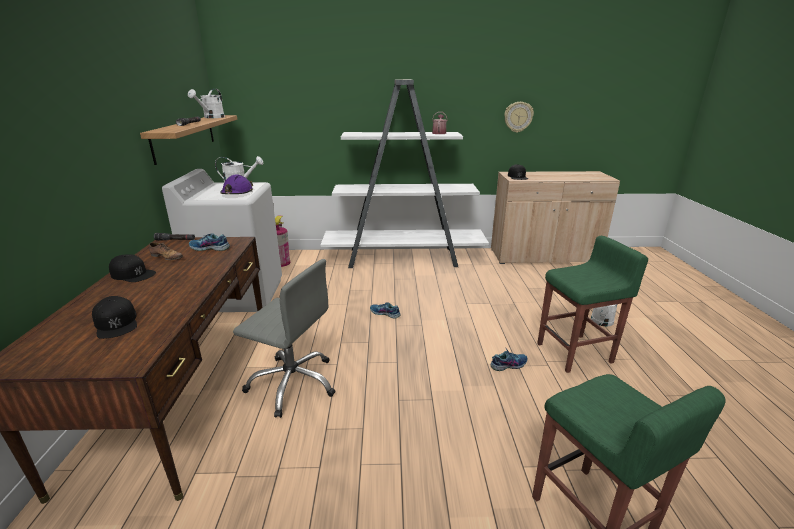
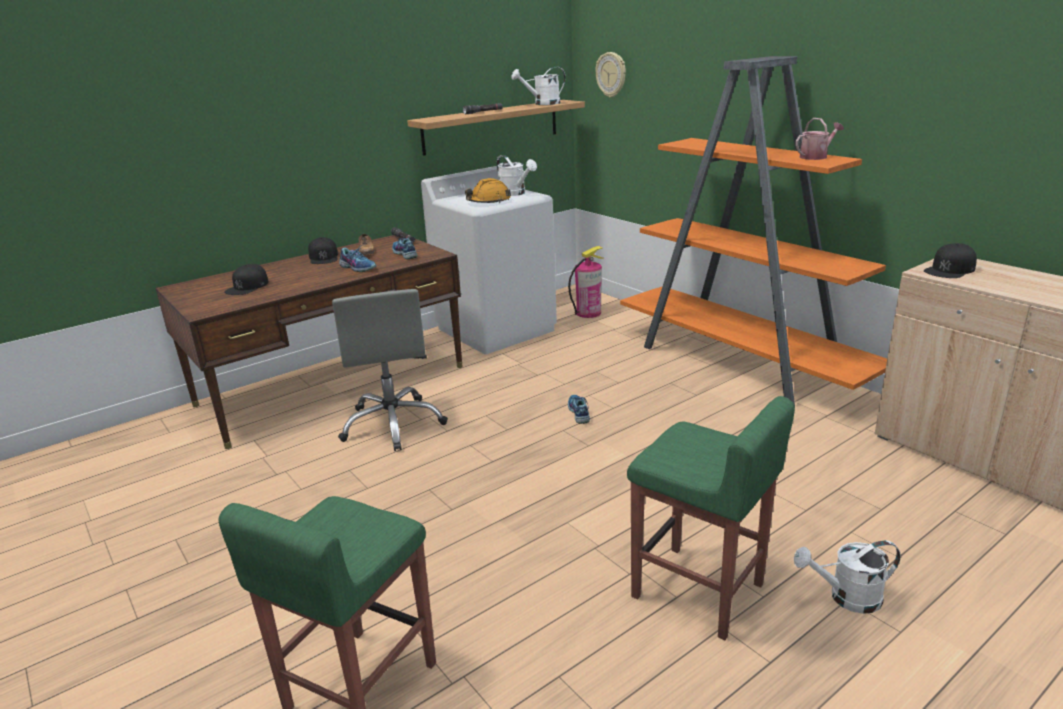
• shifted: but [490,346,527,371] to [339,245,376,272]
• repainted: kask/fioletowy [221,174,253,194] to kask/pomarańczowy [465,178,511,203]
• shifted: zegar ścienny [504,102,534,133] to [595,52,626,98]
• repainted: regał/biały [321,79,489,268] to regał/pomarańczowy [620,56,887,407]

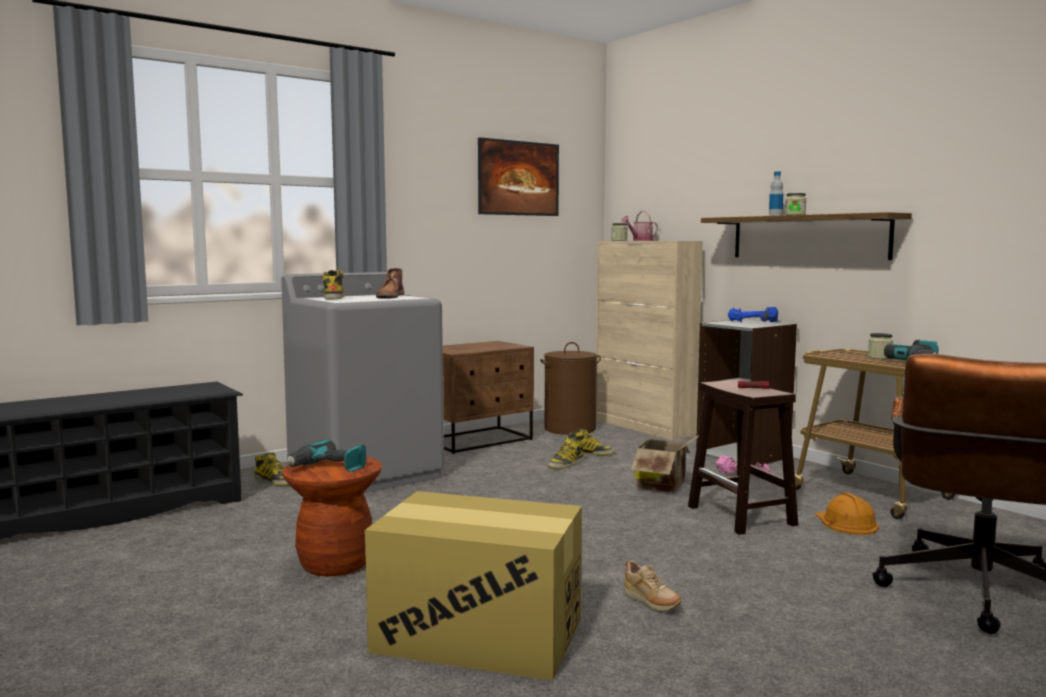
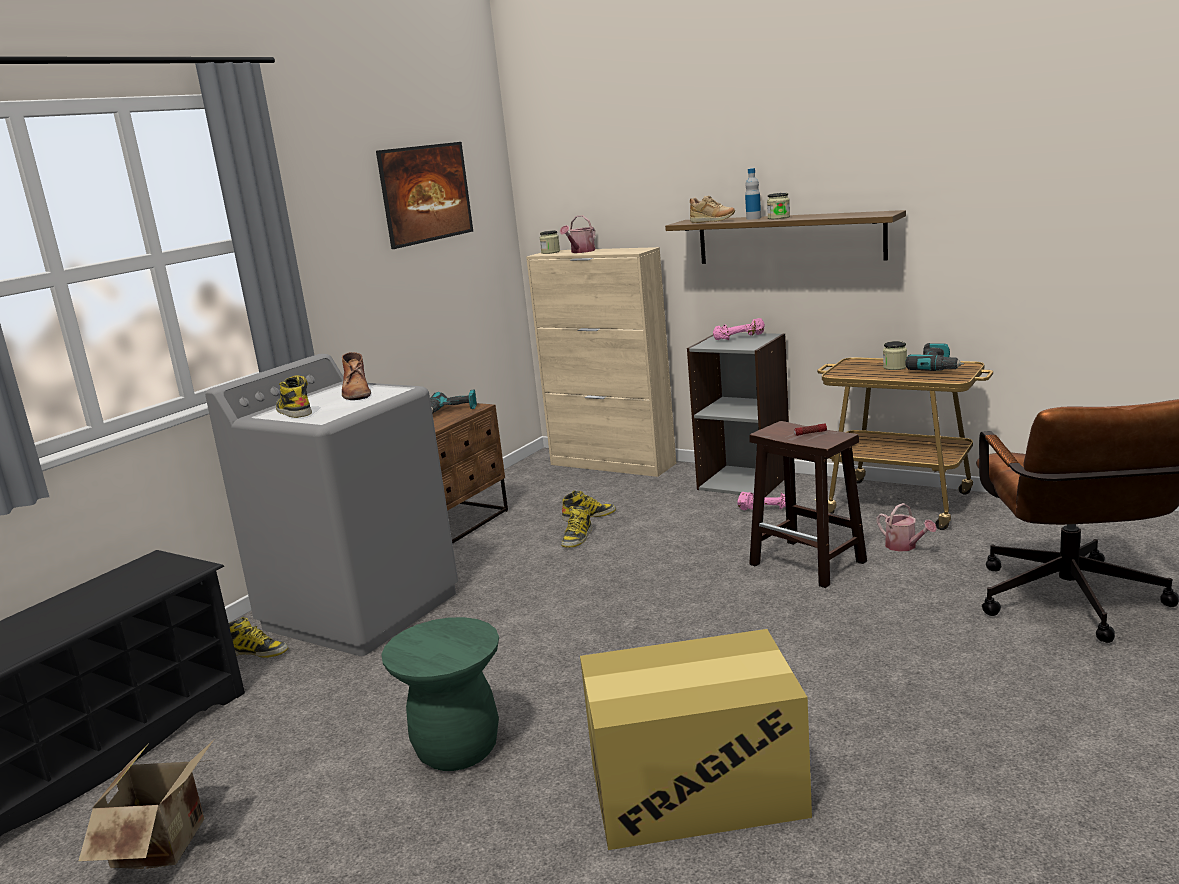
• shifted: karton [631,428,698,493] to [79,740,214,869]
• repainted: stołek/brązowy [282,456,382,576] to stołek/zielony [381,617,499,771]
• shifted: wiertarka [285,439,366,472] to [430,389,477,414]
• shifted: but/beżowy [624,560,681,611] to [690,195,735,223]
• repainted: hantel/niebieski [728,307,778,322] to hantel/różowy [713,318,765,340]
• swapped: kask/pomarańczowy [815,493,879,535] to konewka [876,503,937,552]
• gone: kosz na pranie/brązowy [540,342,601,435]

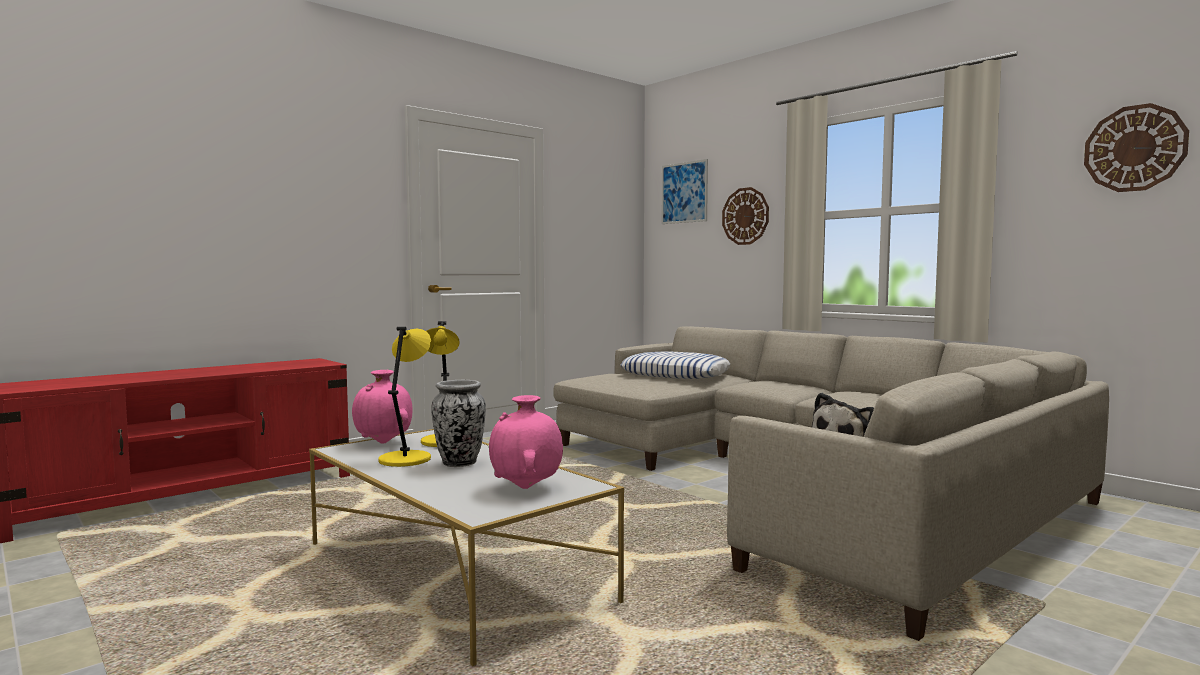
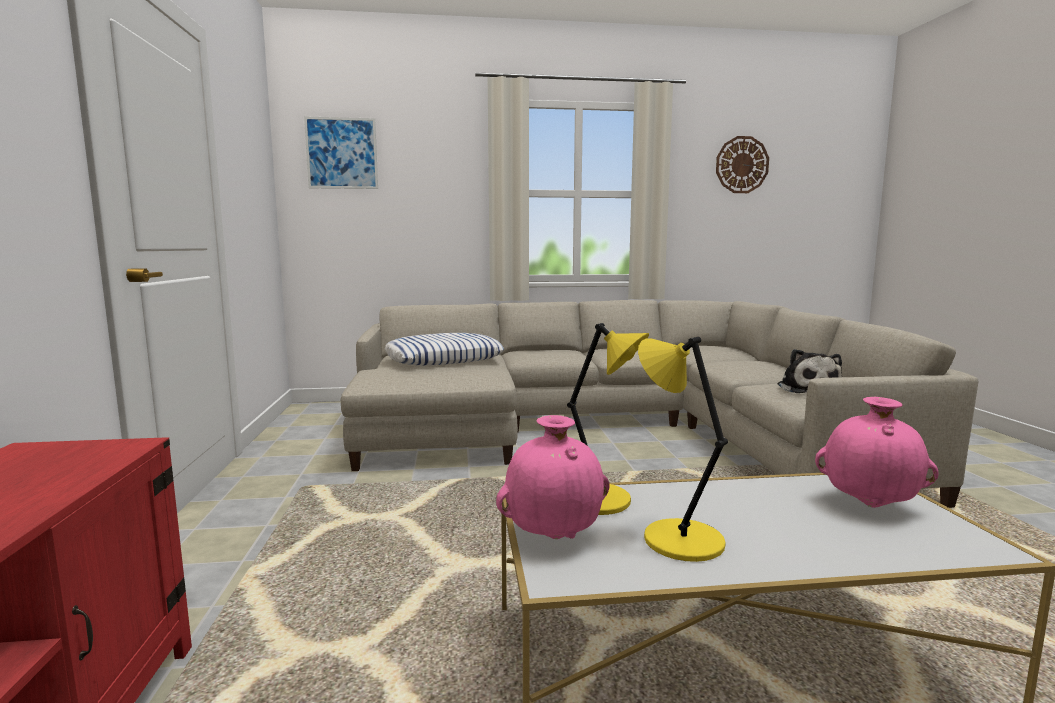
• gone: wazon [431,380,486,467]
• gone: zegar ścienny [722,187,769,245]

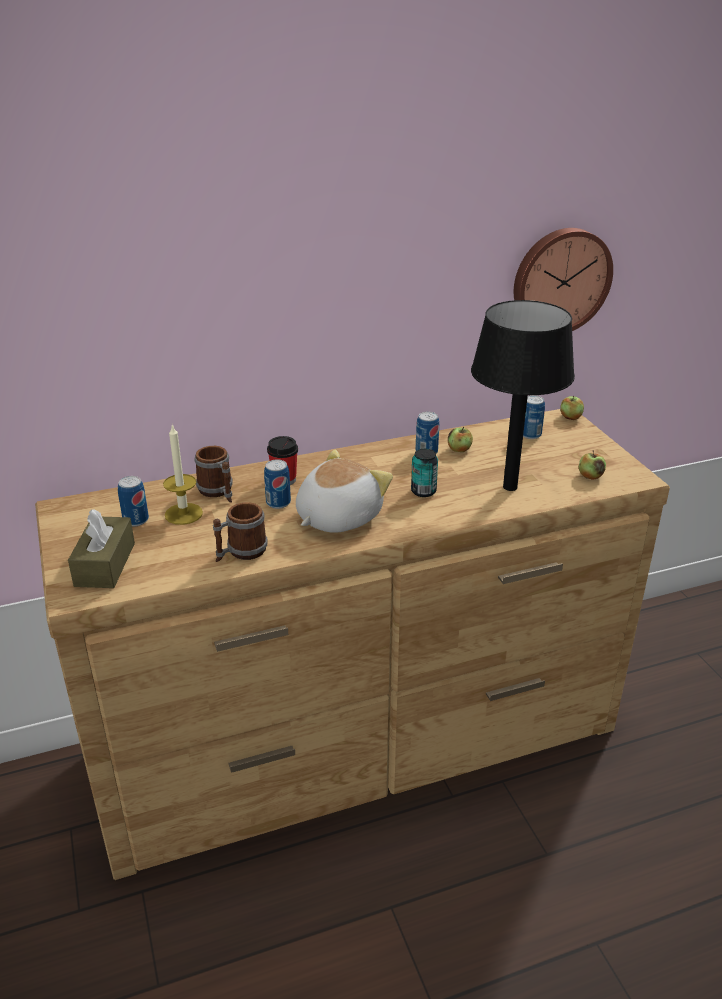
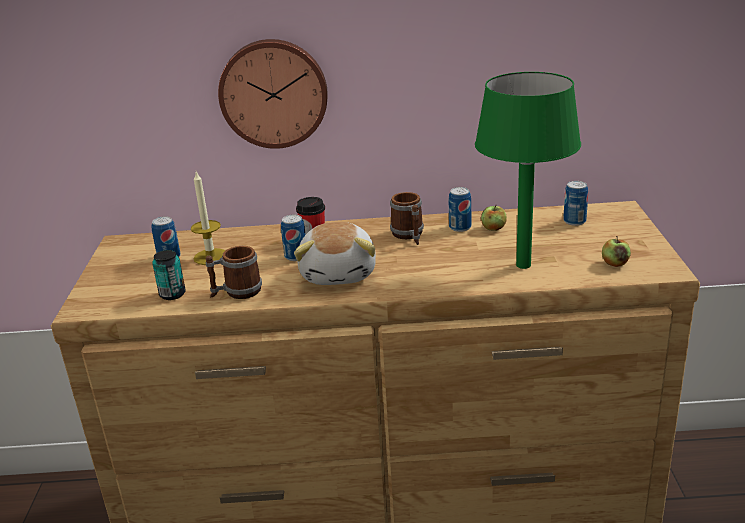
• shifted: puszka [411,449,438,497] to [152,250,186,300]
• shifted: zegar ścienny [514,228,613,331] to [218,39,328,149]
• rotated: pluszak [296,450,393,533] = [294,222,376,285] 120 degrees clockwise
• shifted: kubek [195,446,233,503] to [390,192,424,245]
• repainted: lampa stołowa/czarny [471,300,575,491] to lampa stołowa/zielony [475,72,581,269]
• gone: pudełko chusteczek/brązowy [68,509,135,588]
• gone: jabłko [561,396,584,420]

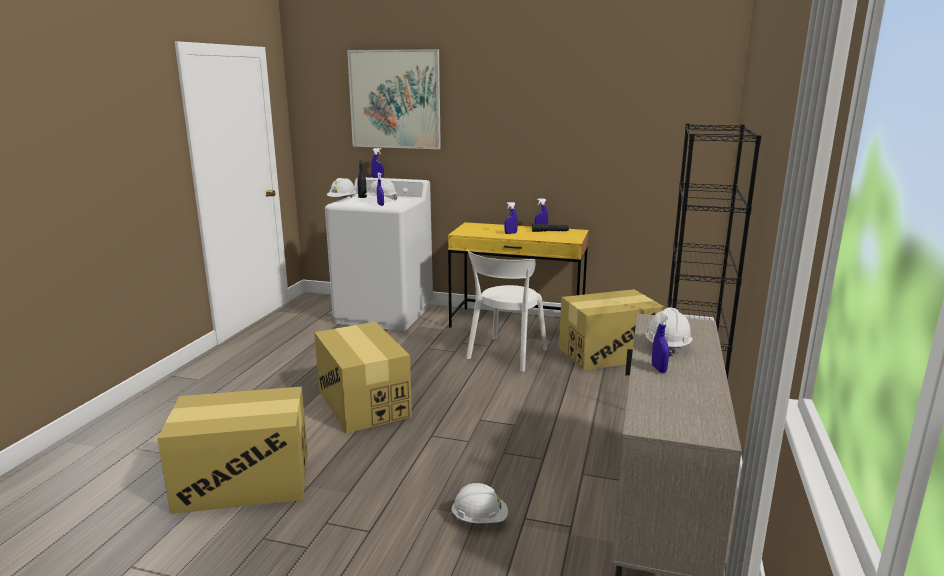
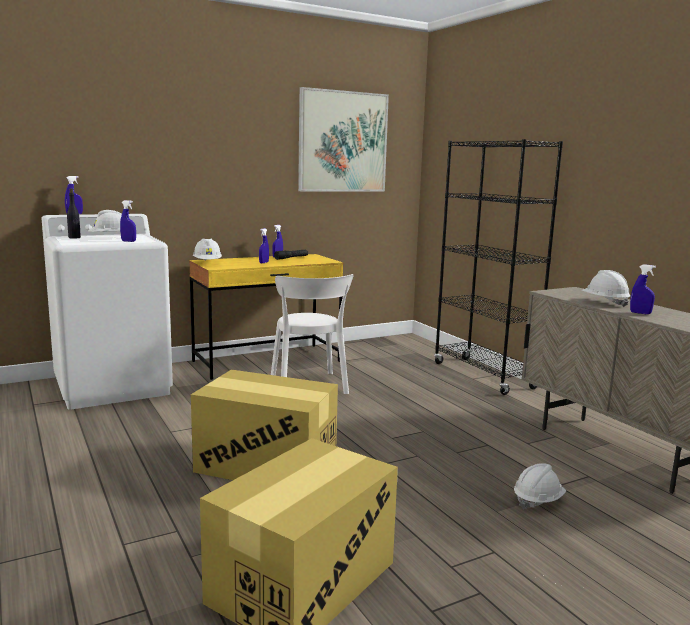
• shifted: kask/biały [327,178,356,198] to [193,239,222,261]
• shifted: obraz [347,49,441,149] to [298,87,389,192]
• gone: karton [559,289,665,370]

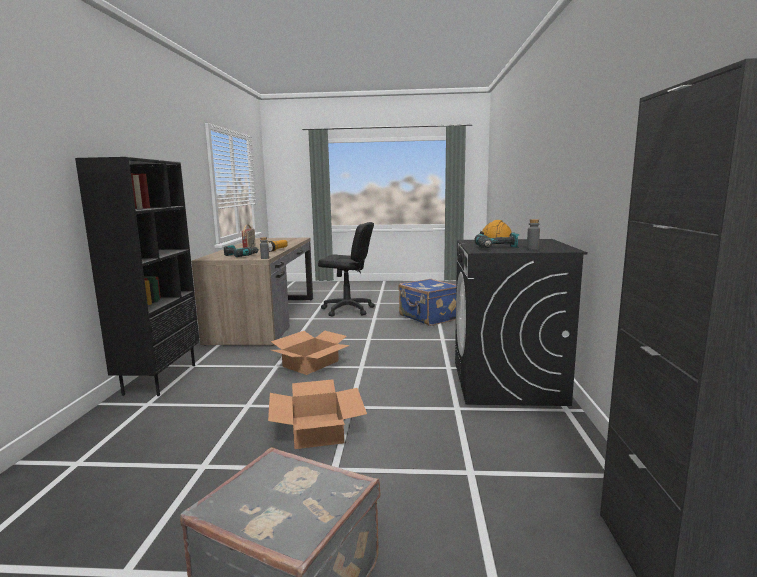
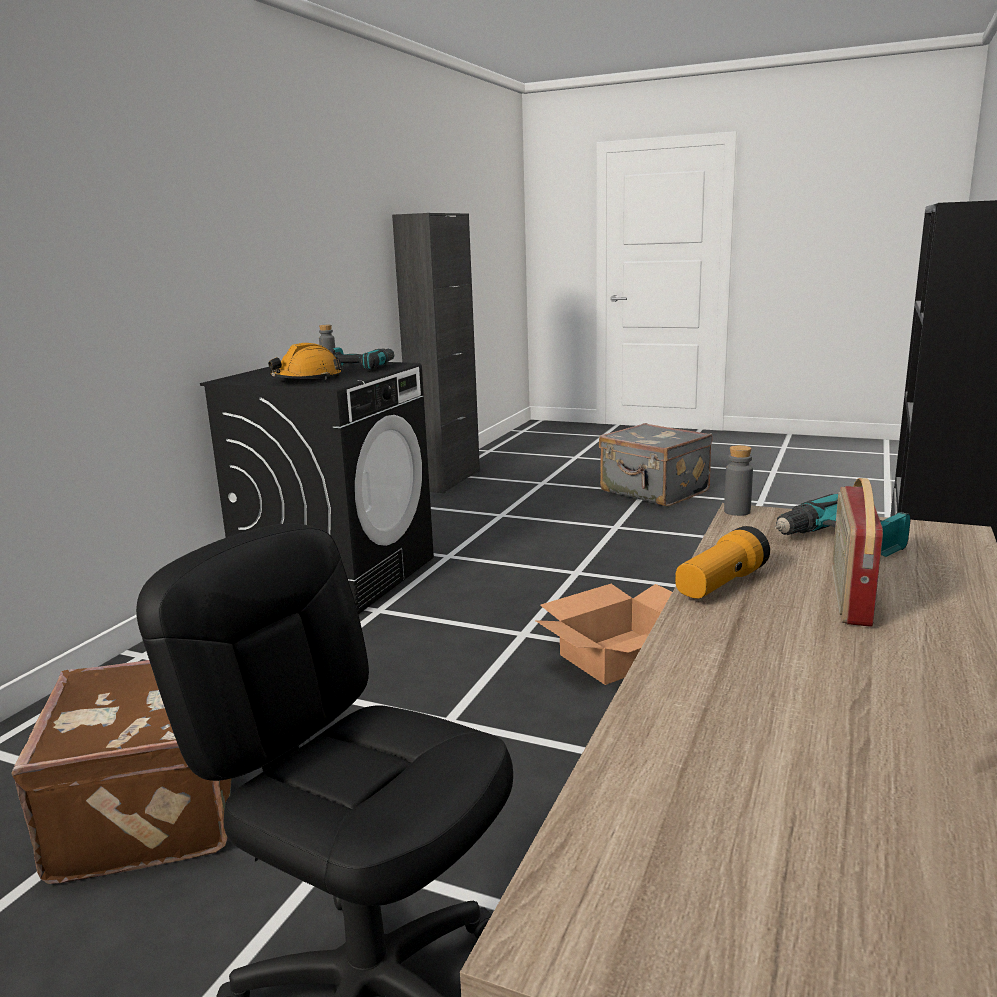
• repainted: walizka/niebieski [398,279,456,326] to walizka/brązowy [11,660,232,884]
• gone: karton [268,379,367,449]

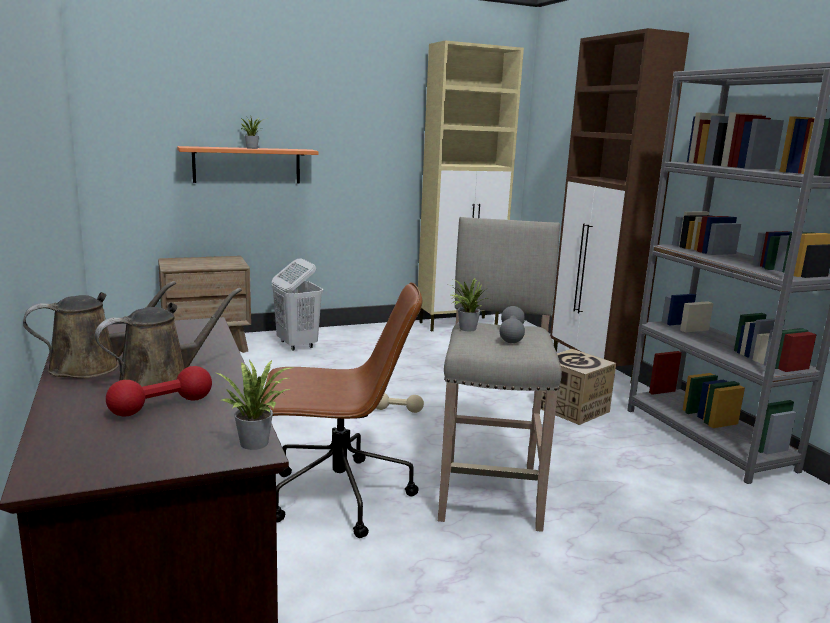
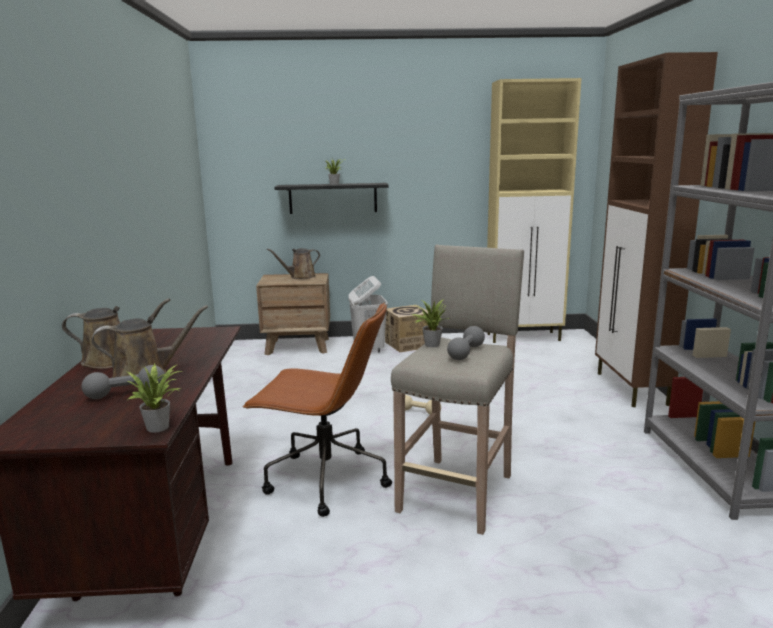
• repainted: hantel/czerwony [106,366,212,417] to hantel/szary [82,365,165,399]
• new: konewka/brązowy [267,248,320,279]
• repainted: półka/pomarańczowy [177,146,319,184] to półka/czarny [274,183,388,214]
• shifted: karton [540,349,616,425] to [385,305,429,352]

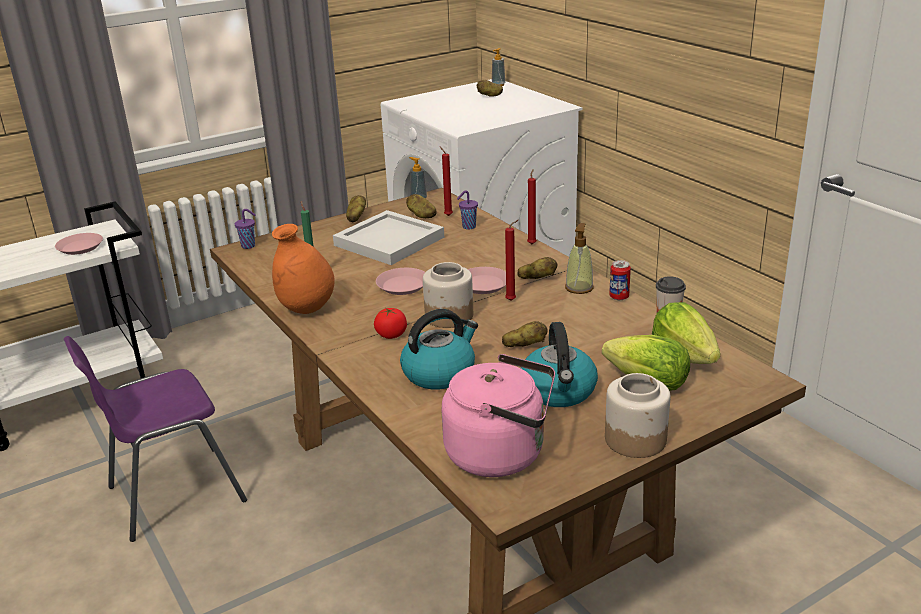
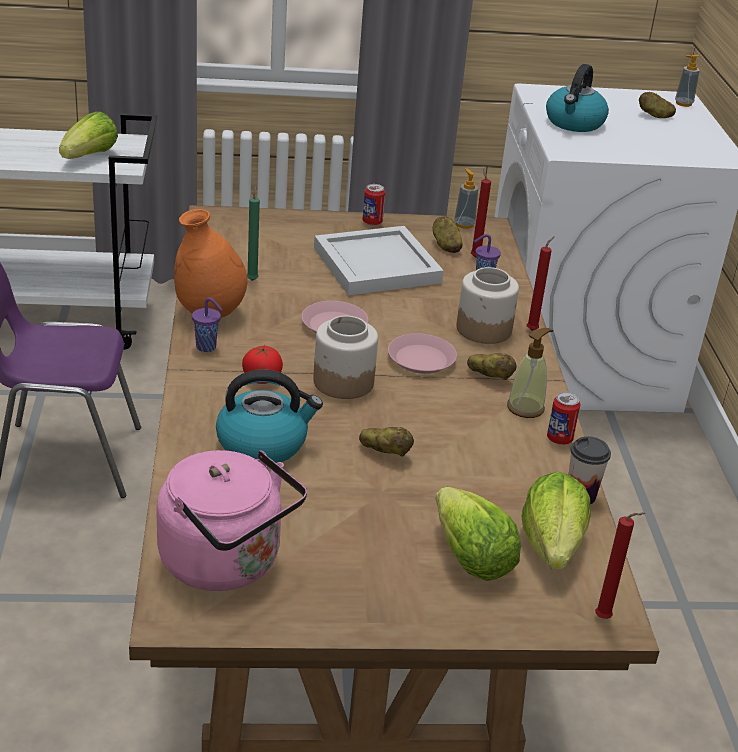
• swapped: talerz/różowy [55,233,103,255] to sałata [59,112,118,159]
• shifted: filiżanka/fioletowy [235,209,256,249] to [192,297,223,352]
• swapped: ziemniak [346,195,366,222] to puszka [362,184,385,226]
• shifted: słoik [605,373,670,458] to [457,267,519,344]
• shifted: czajnik [521,322,598,407] to [546,64,609,132]
• shifted: świeca/czerwony [505,220,518,301] to [595,512,646,619]

